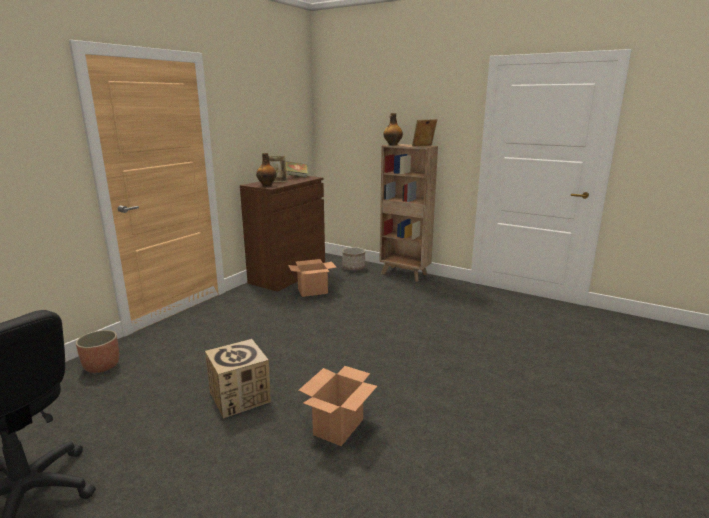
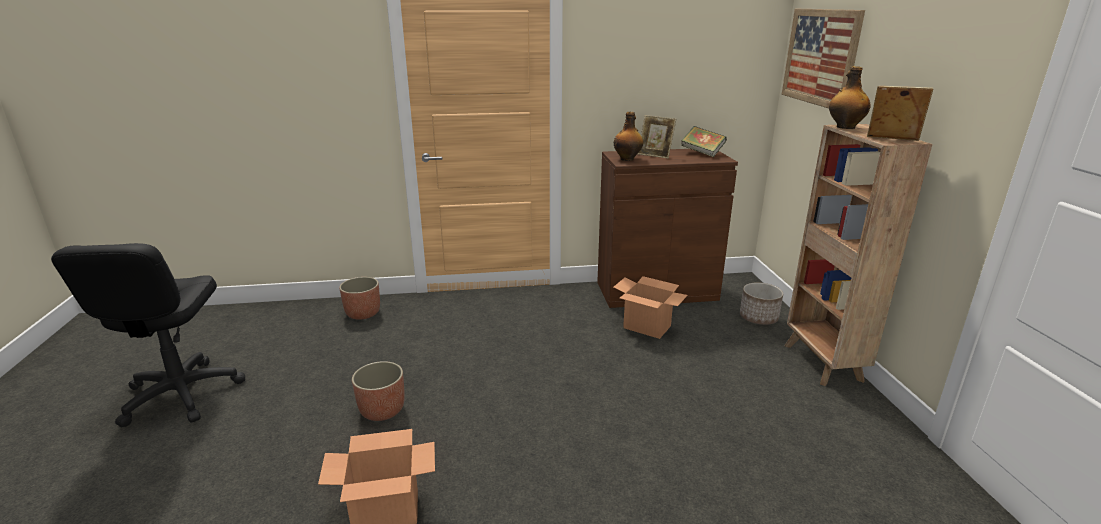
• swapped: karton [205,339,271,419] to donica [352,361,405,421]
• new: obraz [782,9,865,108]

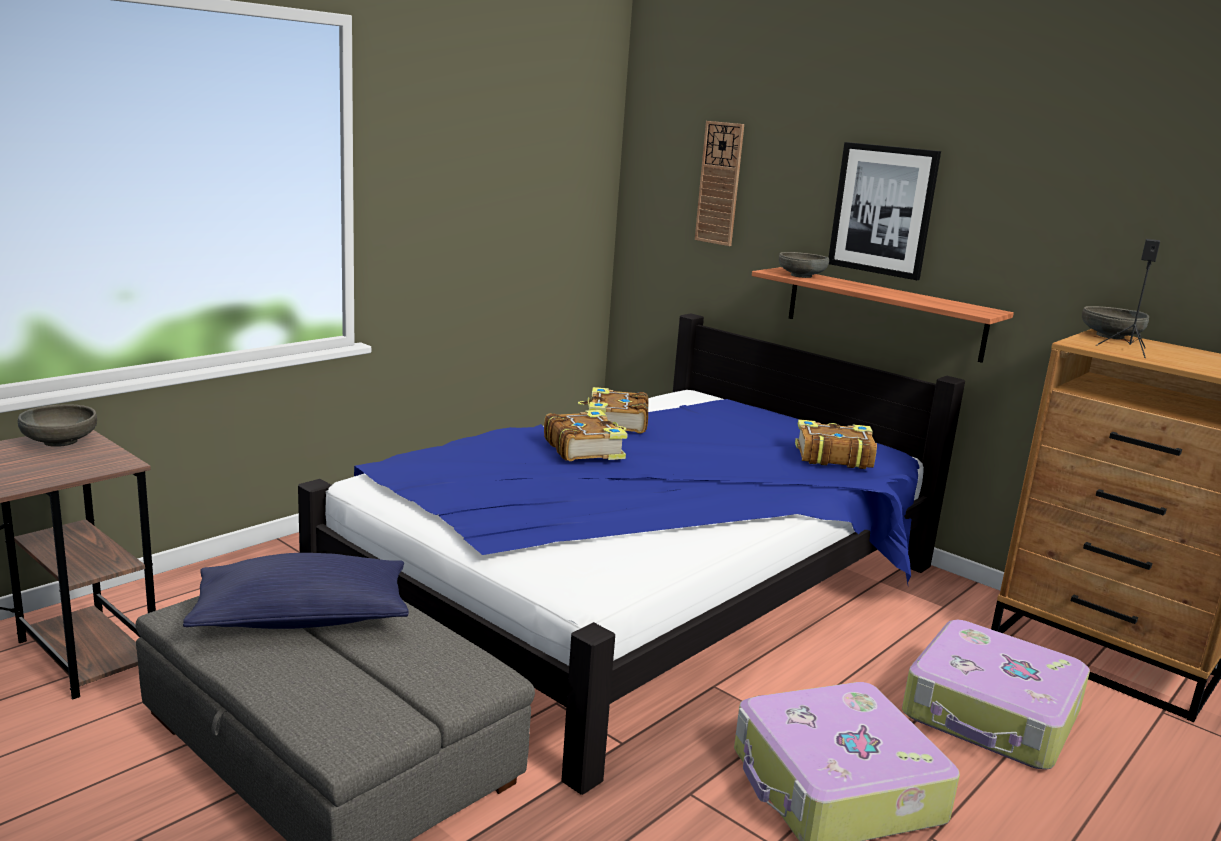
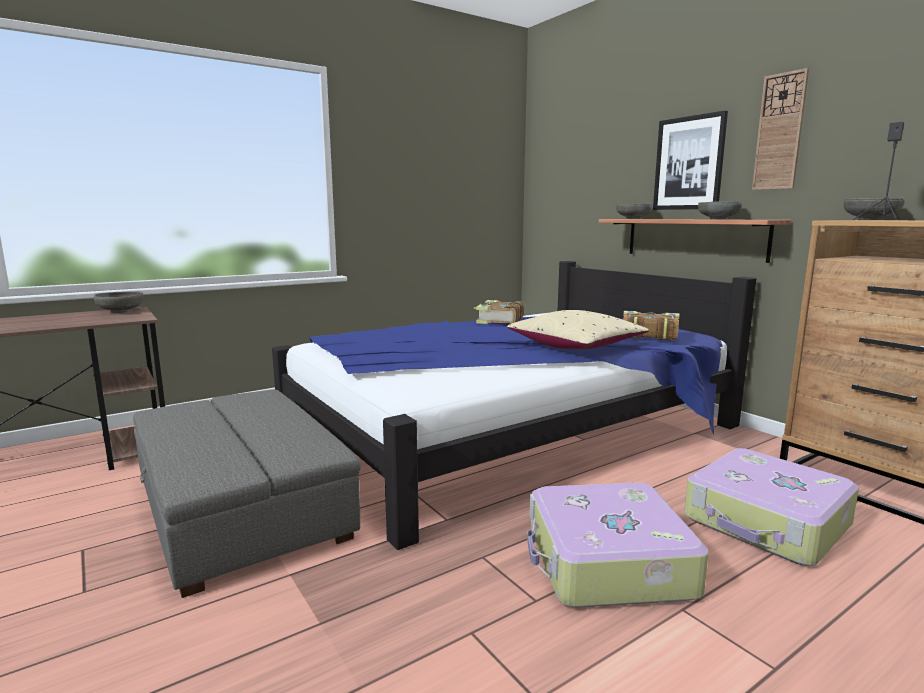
• new: poduszka/beżowy [507,310,649,349]
• new: miska/szary [698,201,742,219]
• shifted: zegar ścienny [695,121,744,246] to [752,68,809,190]
• gone: poduszka/niebieski [183,553,409,629]
• gone: książka [544,410,628,461]

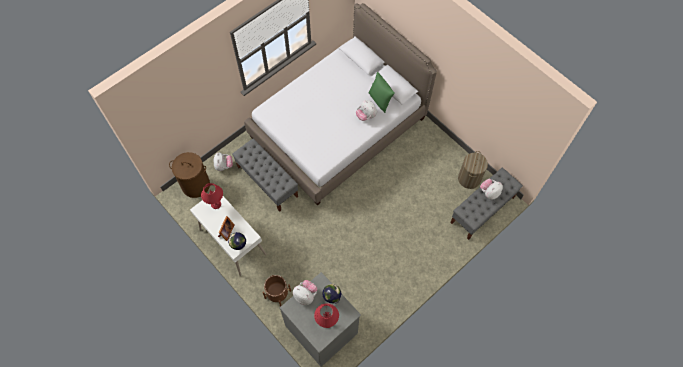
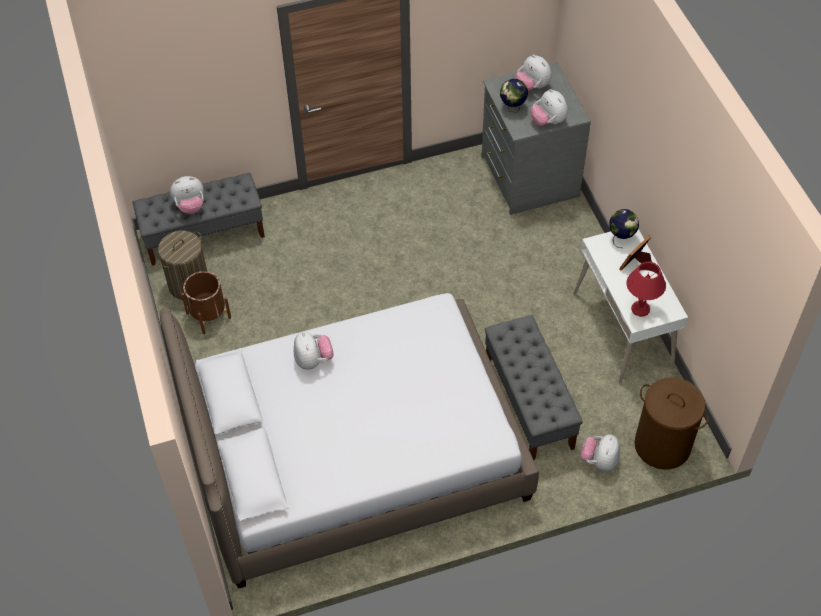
• shifted: donica/brązowy [262,275,291,307] to [181,271,231,334]
• swapped: lampa stołowa/czerwony [314,303,339,328] to pluszak [515,54,552,91]
• gone: poduszka/zielony [369,72,395,113]

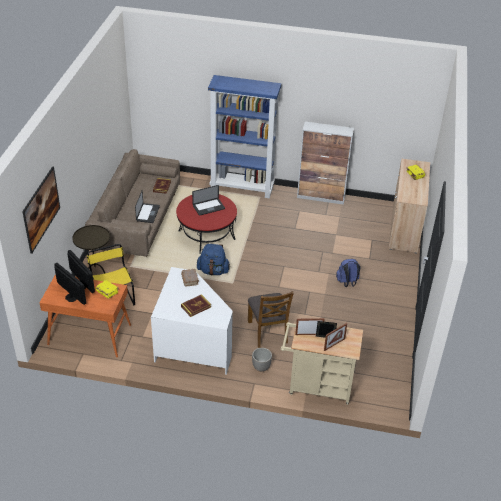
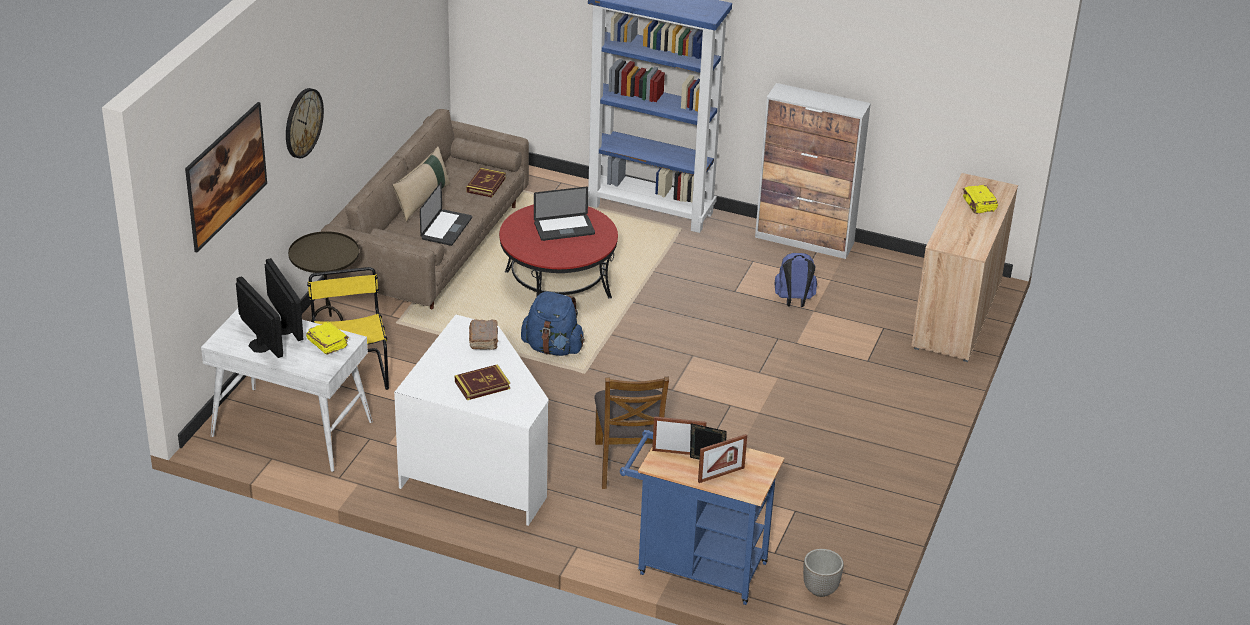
• repainted: biurko/pomarańczowy [39,274,131,357] to biurko/biały [201,309,373,472]
• new: zegar ścienny [286,88,324,158]
• new: poduszka/beżowy [392,146,450,222]
• repainted: wózek/beżowy [281,322,363,405] to wózek/niebieski [620,430,785,605]
• shifted: plecak/niebieski [336,259,360,287] to [774,253,817,307]
• shifted: donica [252,348,272,371] to [803,549,844,597]

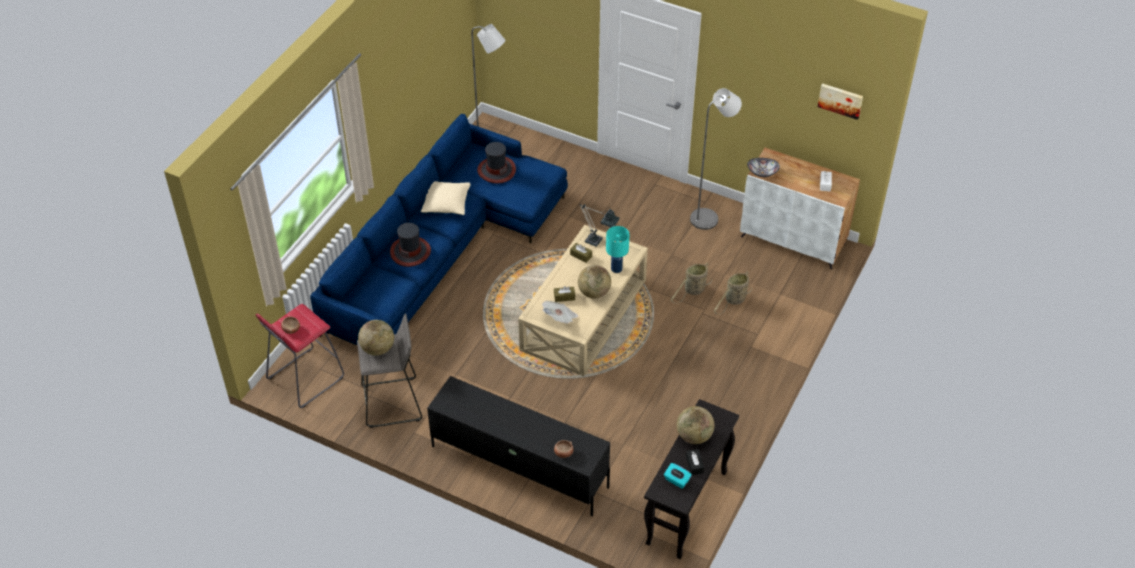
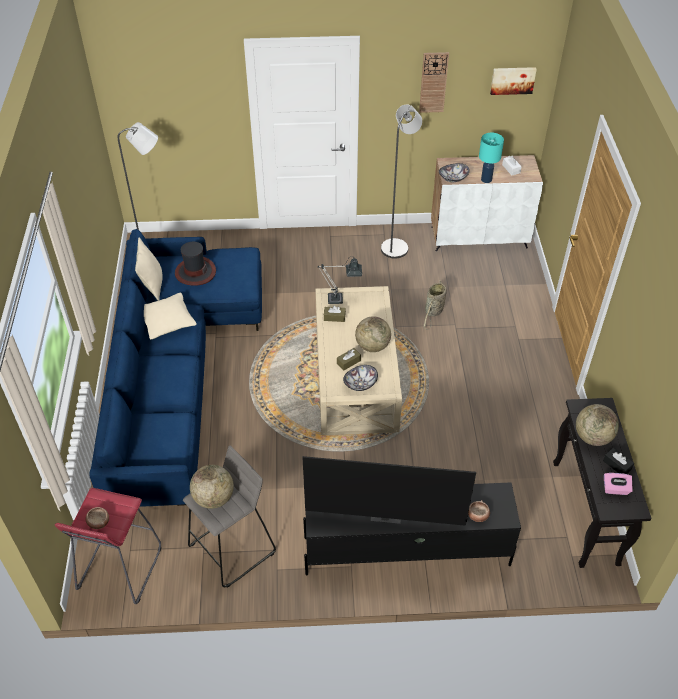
• new: poduszka/beżowy [135,237,162,301]
• new: telewizor [302,456,476,526]
• swapped: gazeta [542,301,578,324] to miska [343,365,378,391]
• new: zegar ścienny [419,52,449,113]
• shifted: lampa stołowa/turkusowy [606,226,630,273] to [479,133,504,183]
• repainted: pudełko chusteczek/turkusowy [664,463,692,489] to pudełko chusteczek/różowy [604,473,633,495]
• gone: kapelusz [390,223,431,267]
• gone: koszyk [714,271,752,315]

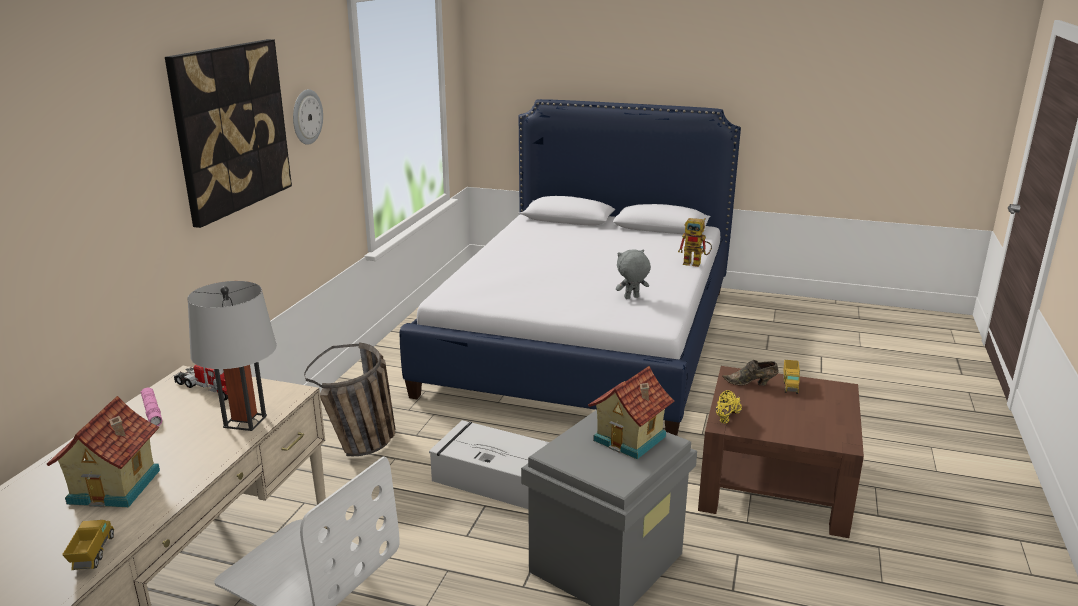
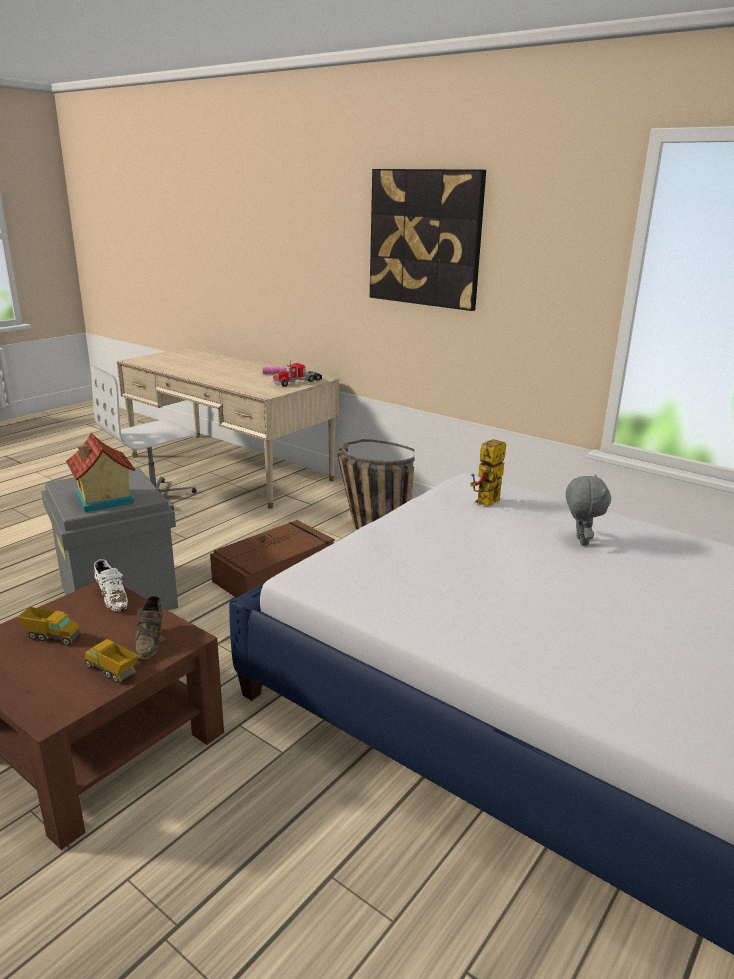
• shifted: ciężarówka zabawkowa [62,520,114,570] to [18,607,82,646]
• repainted: but/żółty [716,390,742,423] to but/biały [94,559,128,611]
• rotated: but/brązowy [722,360,778,386] = [133,596,163,661] 150 degrees clockwise
• repainted: pojemnik do przechowywania/szary [429,420,550,509] to pojemnik do przechowywania/brązowy [210,520,335,598]
• shifted: robot zabawkowy [678,218,712,267] to [470,439,506,506]
• shifted: pluszak/szary [616,249,651,299] to [566,474,611,546]
• gone: domek [47,396,160,507]
• gone: lampa stołowa/szary [188,281,277,431]
• gone: zegar ścienny [293,89,323,145]

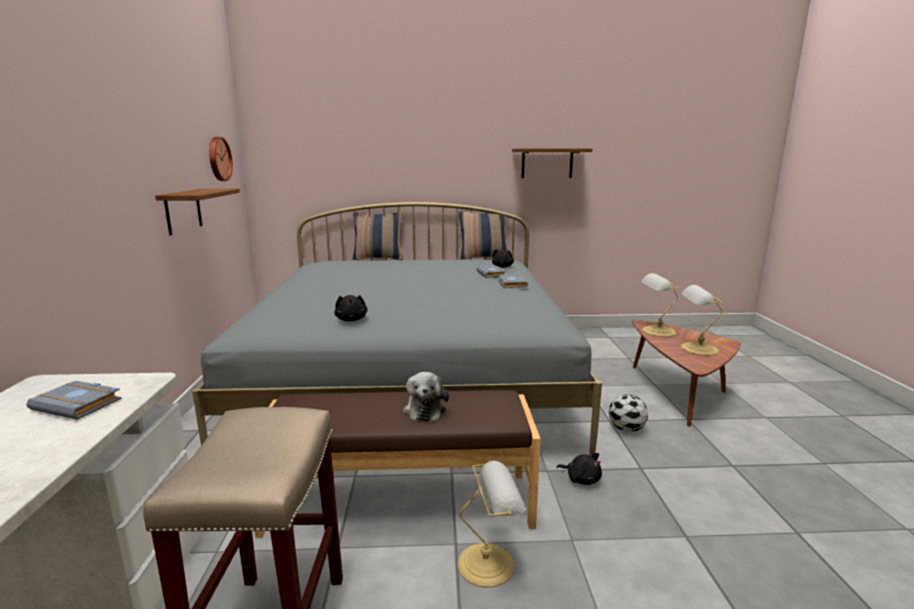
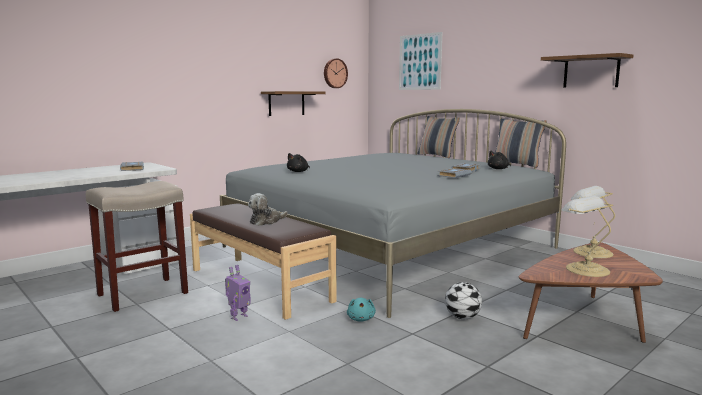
• swapped: lampa stołowa [458,461,526,587] to robot zabawkowy [225,265,251,321]
• repainted: pluszak/czarny [557,453,602,485] to pluszak/turkusowy [347,298,376,322]
• new: obraz [399,32,442,90]

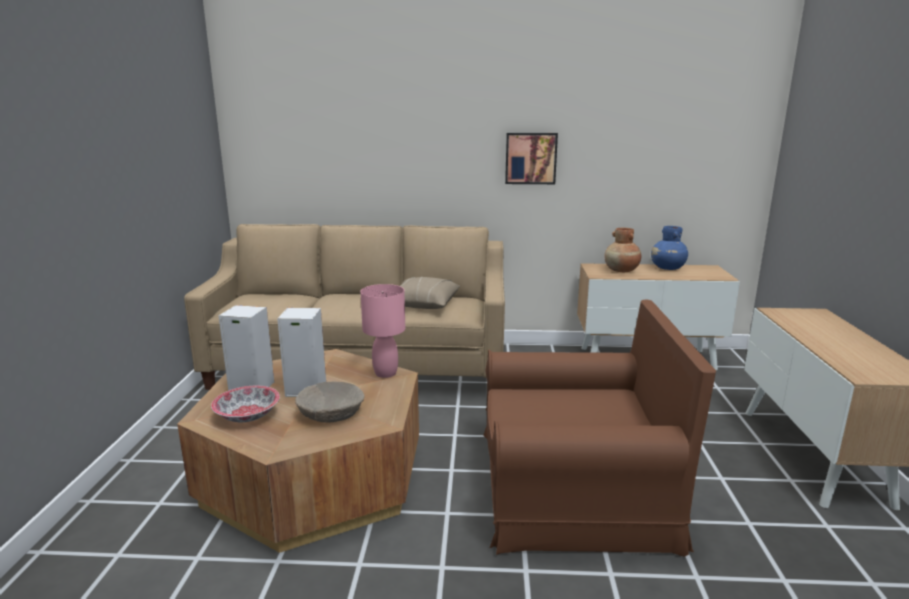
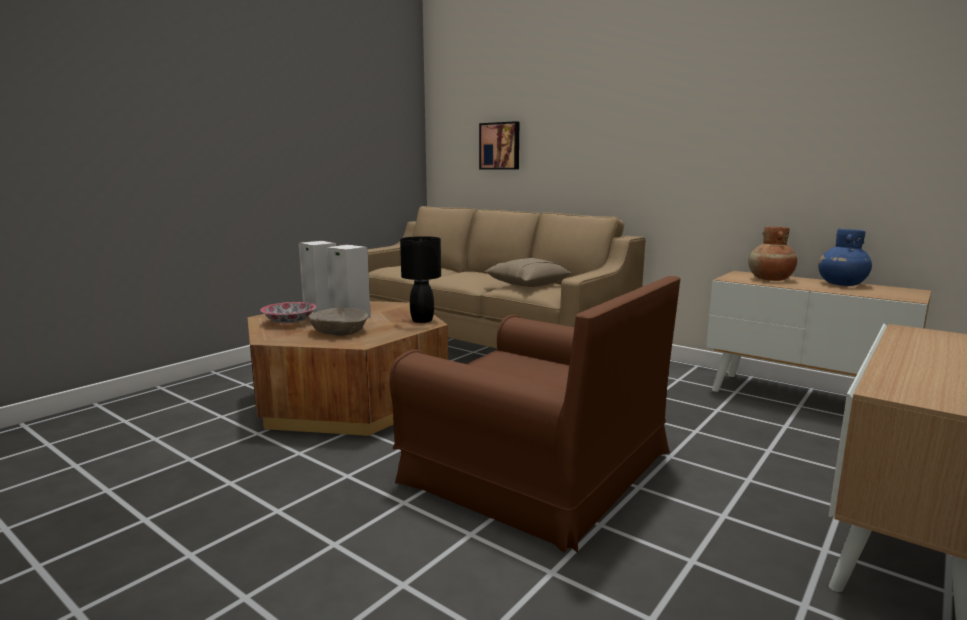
• repainted: lampa stołowa/różowy [361,284,405,378] to lampa stołowa/czarny [400,236,441,323]
• shifted: obraz [505,133,558,184] to [479,121,519,170]

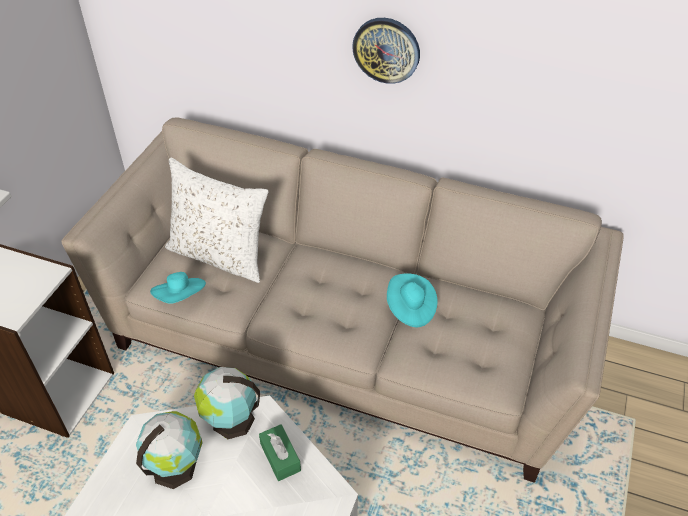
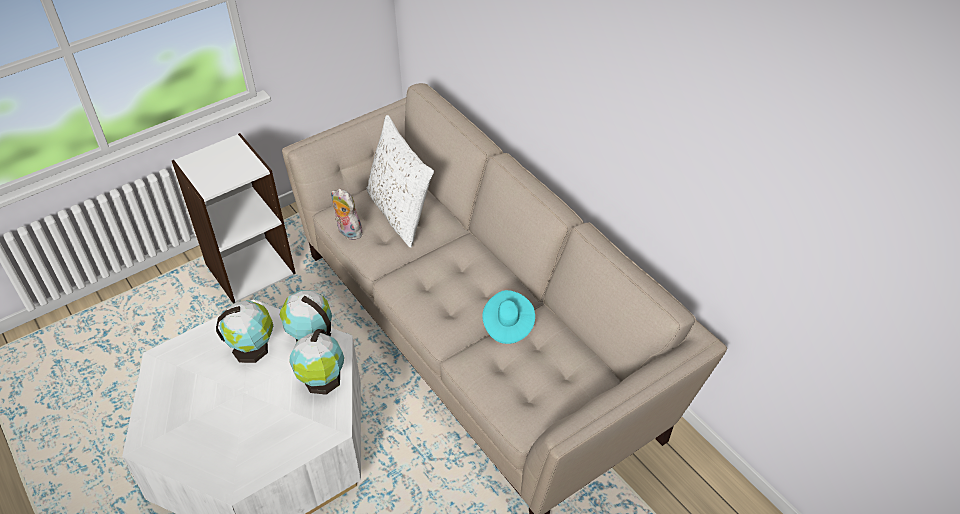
• swapped: pudełko chusteczek/zielony [259,424,301,481] to globus [290,329,344,395]
• swapped: kapelusz/turkusowy [150,272,206,304] to pluszak [331,189,362,240]
• gone: zegar ścienny [352,18,420,84]

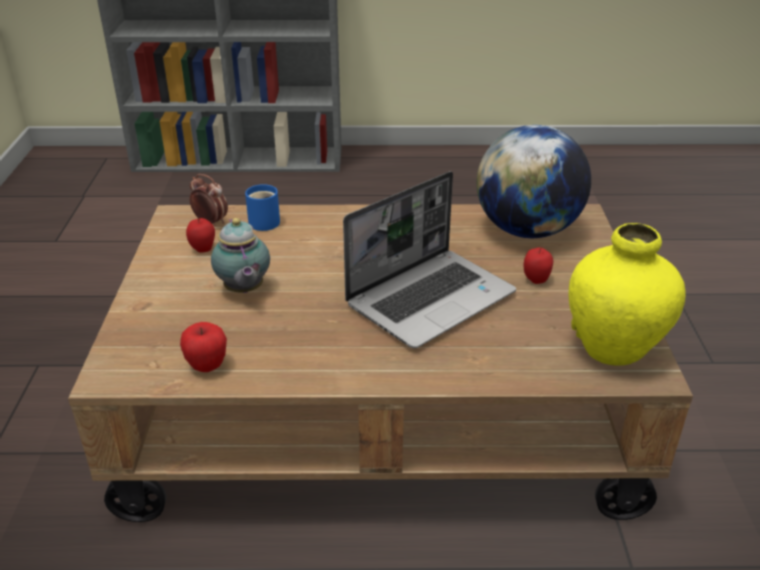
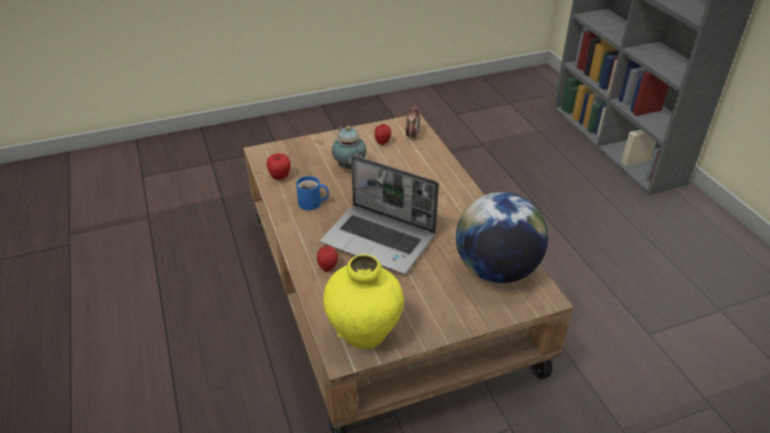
• shifted: kubek/niebieski [245,184,280,231] to [296,176,329,210]
• shifted: jabłko [524,247,553,284] to [317,246,338,272]
• rotated: imbryk [211,218,270,293] = [332,126,366,170] 75 degrees counterclockwise

